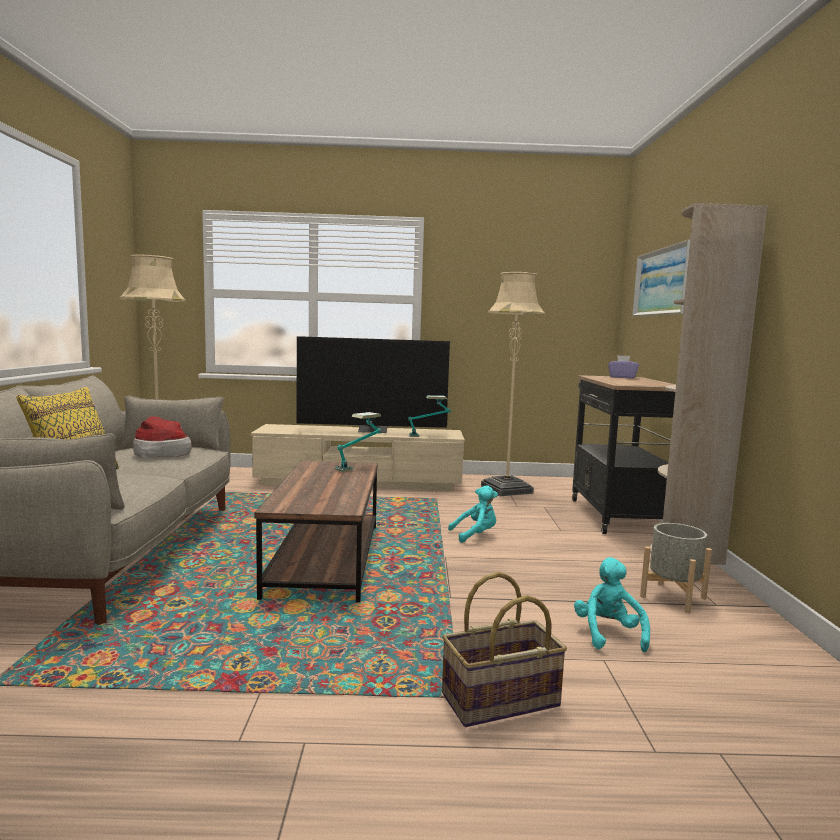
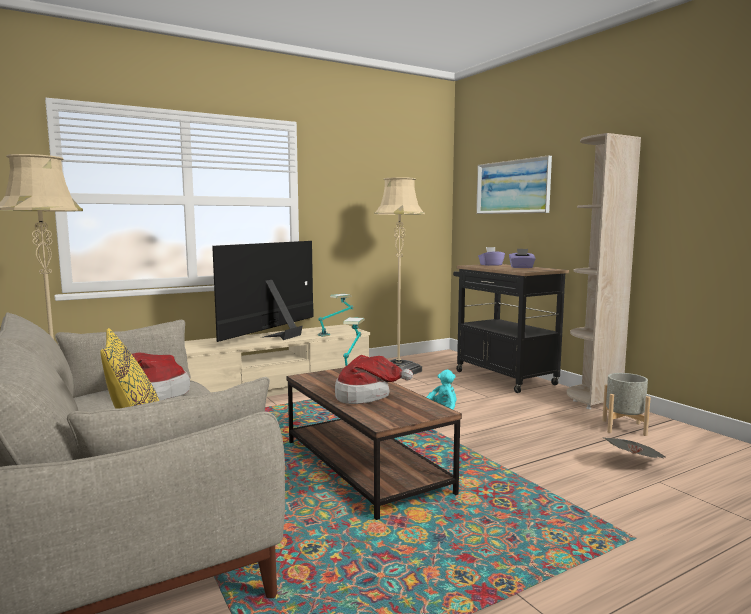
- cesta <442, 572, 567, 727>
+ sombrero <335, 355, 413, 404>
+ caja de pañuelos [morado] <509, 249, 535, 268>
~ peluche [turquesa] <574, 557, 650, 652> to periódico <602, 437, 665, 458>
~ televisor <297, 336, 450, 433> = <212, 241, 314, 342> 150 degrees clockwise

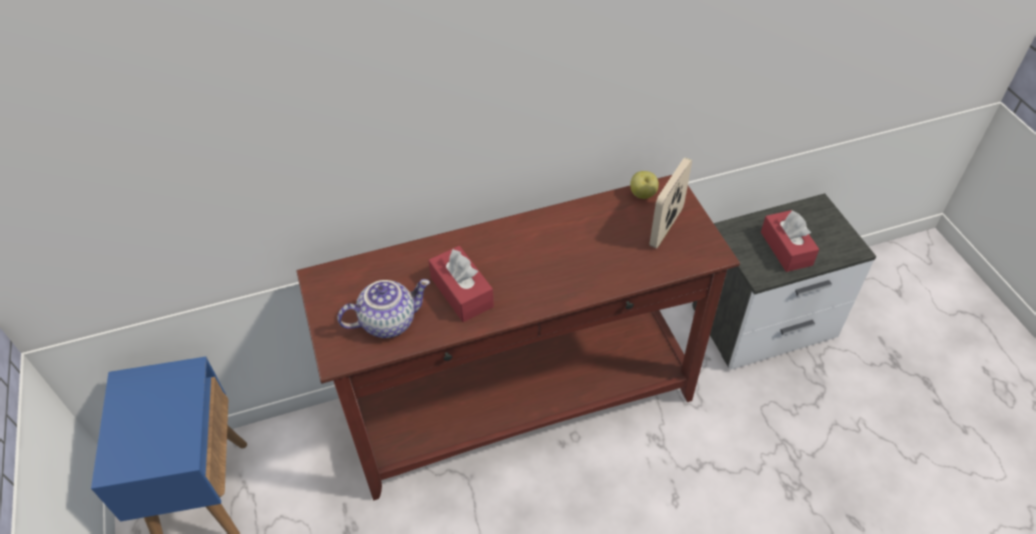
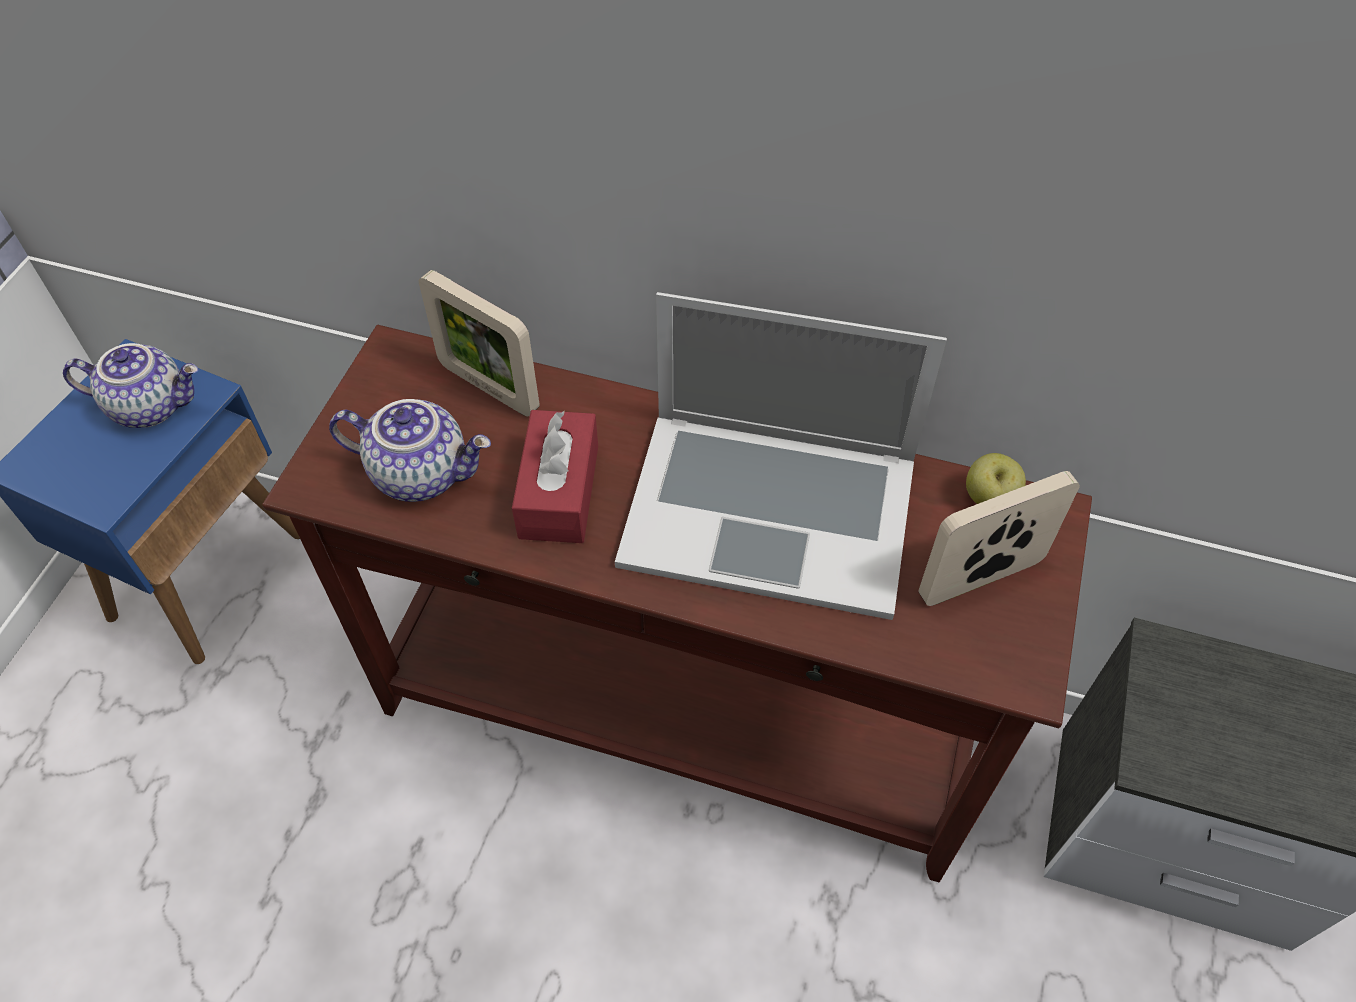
- caja de pañuelos [rojo] <761, 210, 819, 272>
+ tetera <63, 343, 199, 428>
+ portarretratos <419, 270, 540, 417>
+ portátil <615, 292, 947, 620>

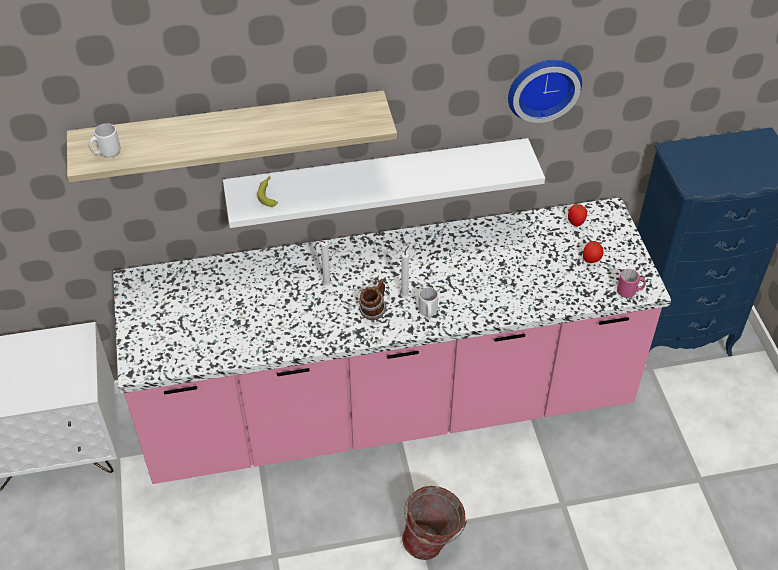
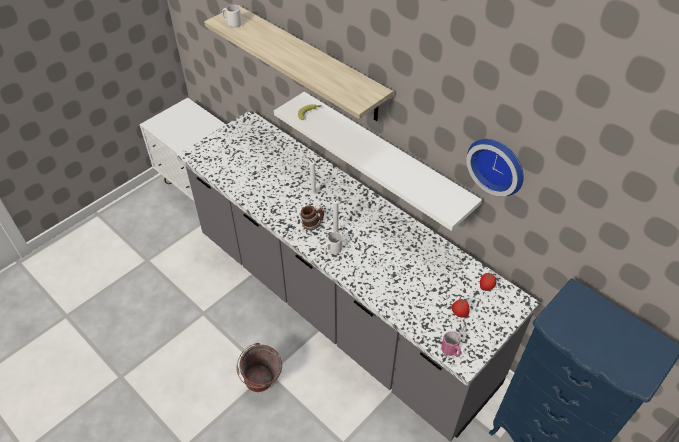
~ mueble bajo de cocina [rosa] <113, 197, 671, 484> to mueble bajo de cocina [gris] <176, 110, 540, 442>

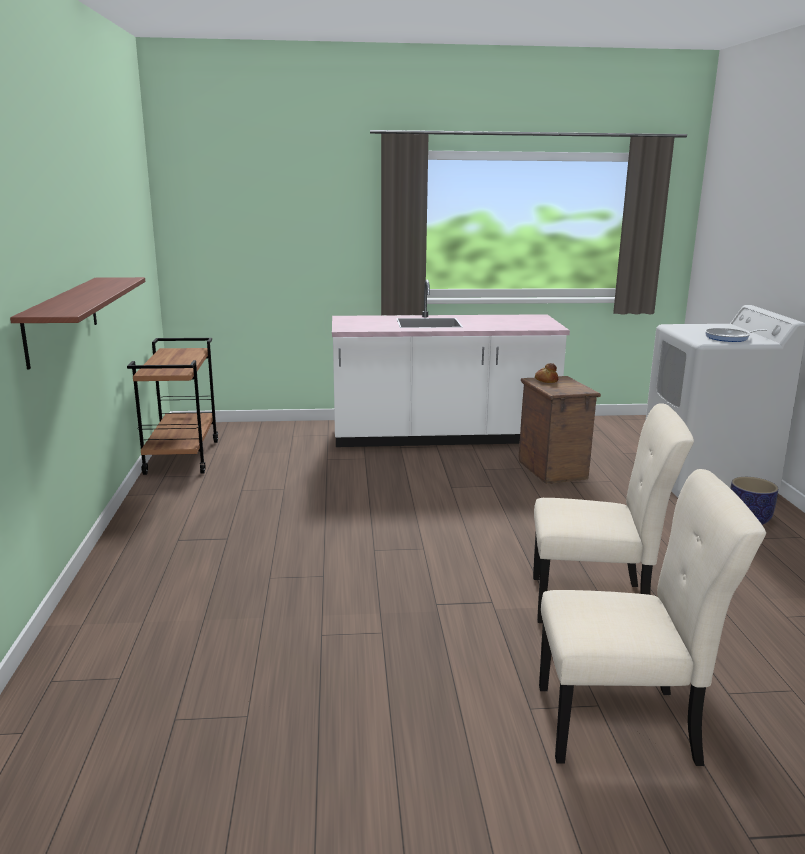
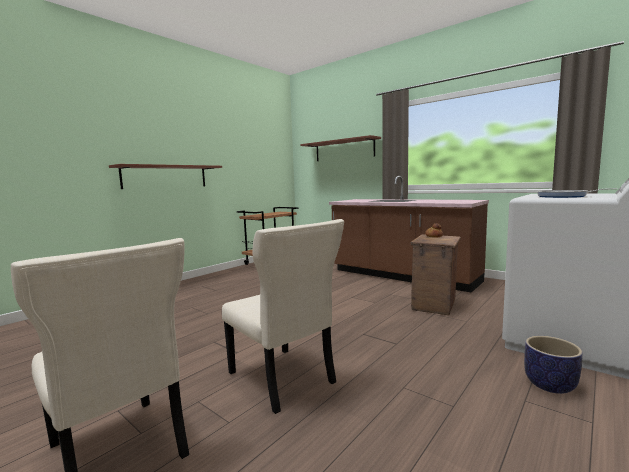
+ estante <300, 135, 381, 161>
~ mueble bajo de cocina [blanco] <332, 280, 570, 447> to mueble bajo de cocina [marrón] <329, 176, 489, 292>

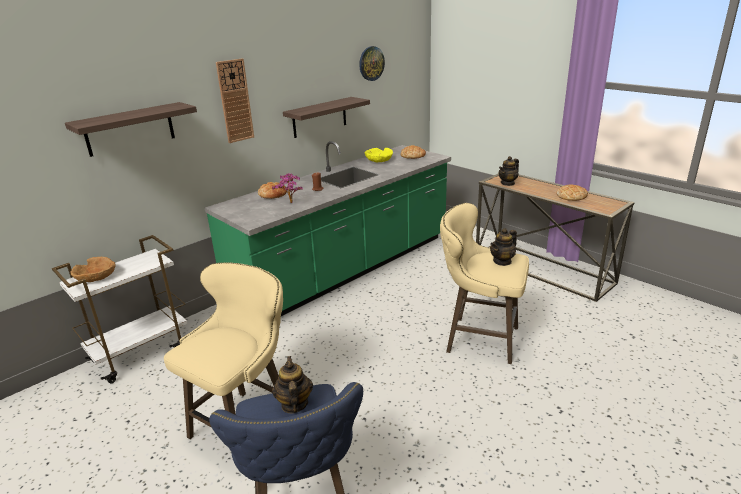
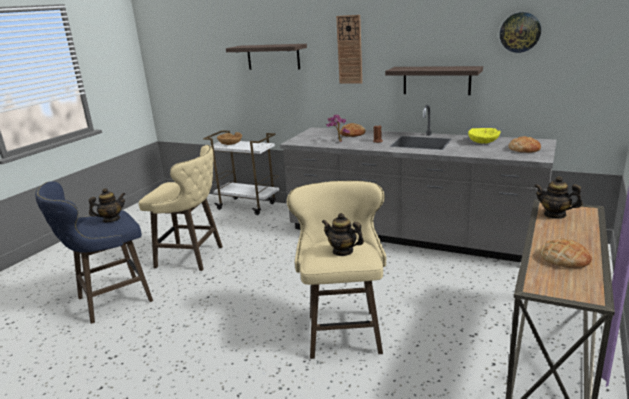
~ mueble bajo de cocina [verde] <205, 141, 451, 316> to mueble bajo de cocina [gris] <280, 105, 556, 262>

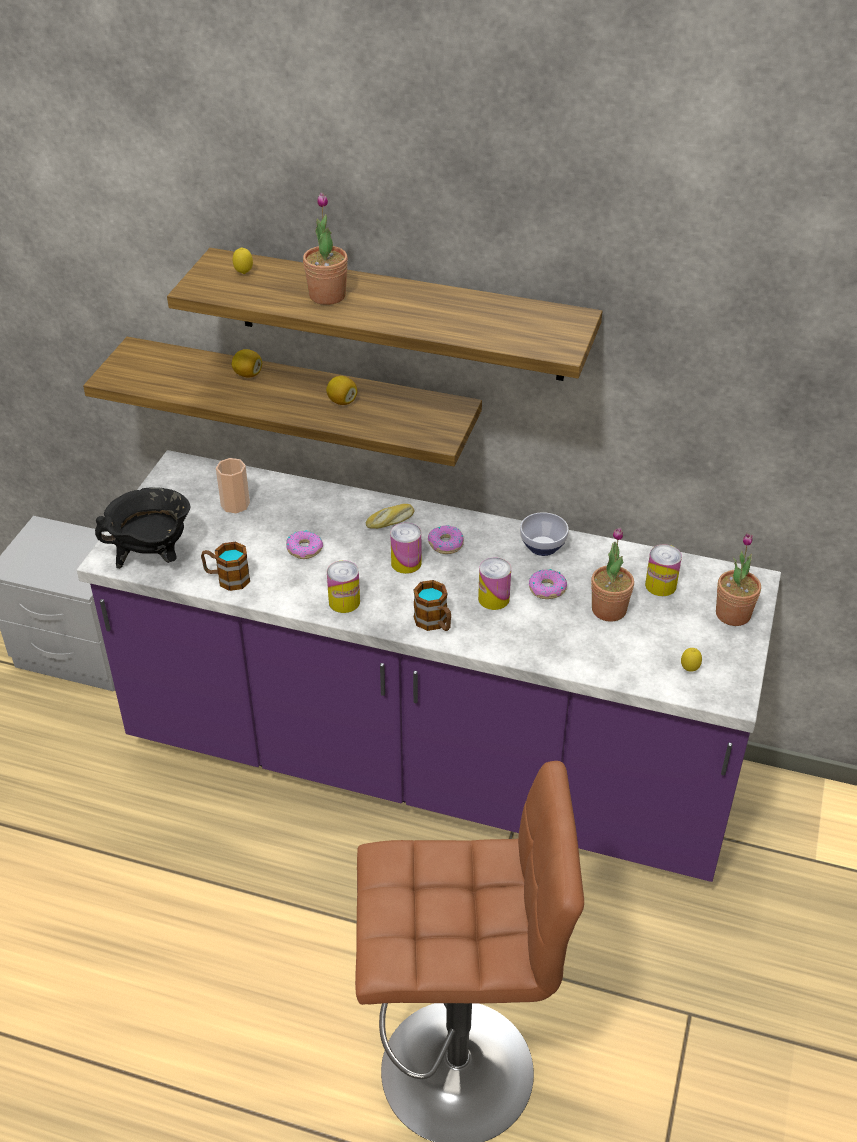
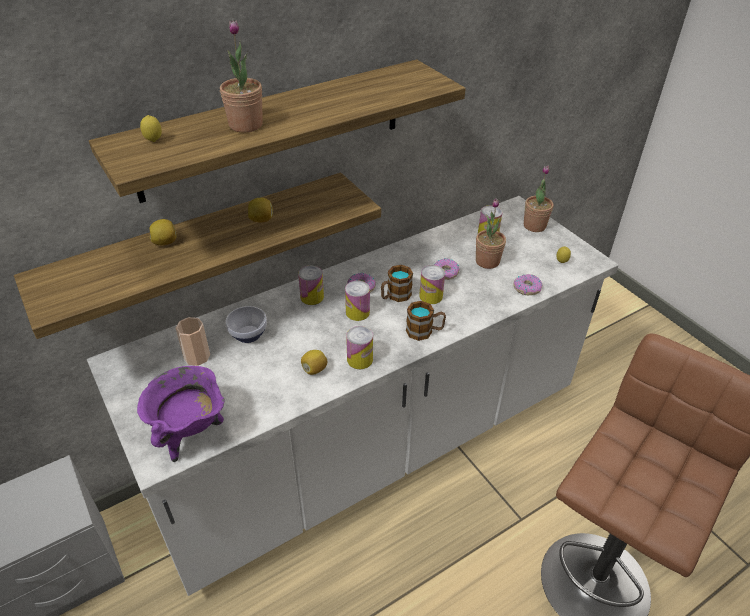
+ limón <301, 350, 328, 375>
~ taza grande <201, 542, 250, 591> to <381, 265, 413, 302>
~ rosquilla <286, 530, 323, 559> to <513, 274, 543, 295>
~ cuenco <520, 512, 569, 556> to <225, 306, 267, 343>
~ pan <366, 504, 414, 529> to lata <298, 266, 324, 305>
~ mueble bajo de cocina [morado] <77, 450, 781, 882> to mueble bajo de cocina [blanco] <87, 196, 619, 596>
~ olla [negro] <95, 487, 191, 569> to olla [morado] <137, 366, 224, 462>

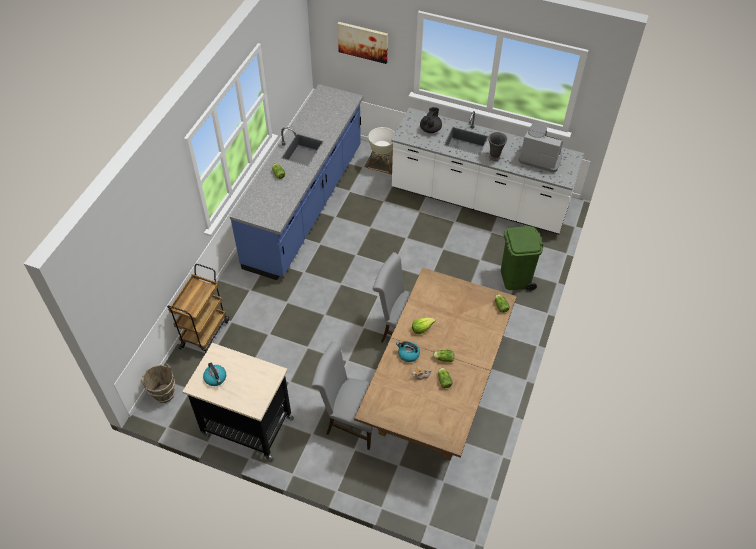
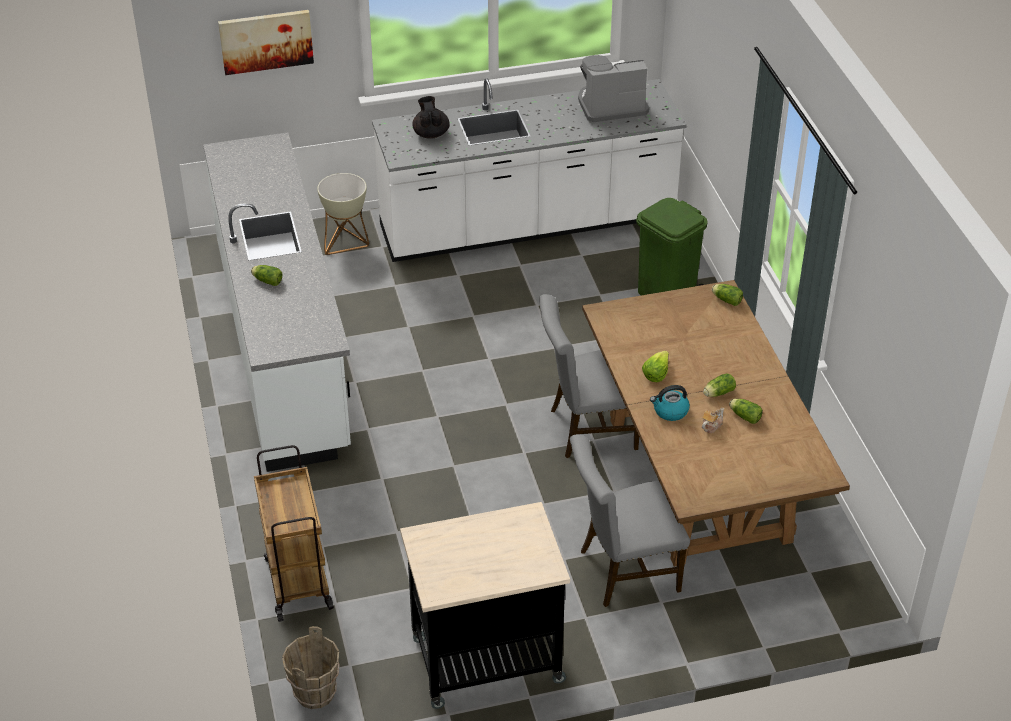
- hervidor <203, 362, 226, 386>
- florero [gris] <488, 132, 507, 161>
~ mueble bajo de cocina [azul] <230, 84, 363, 280> to mueble bajo de cocina [blanco] <203, 132, 351, 472>

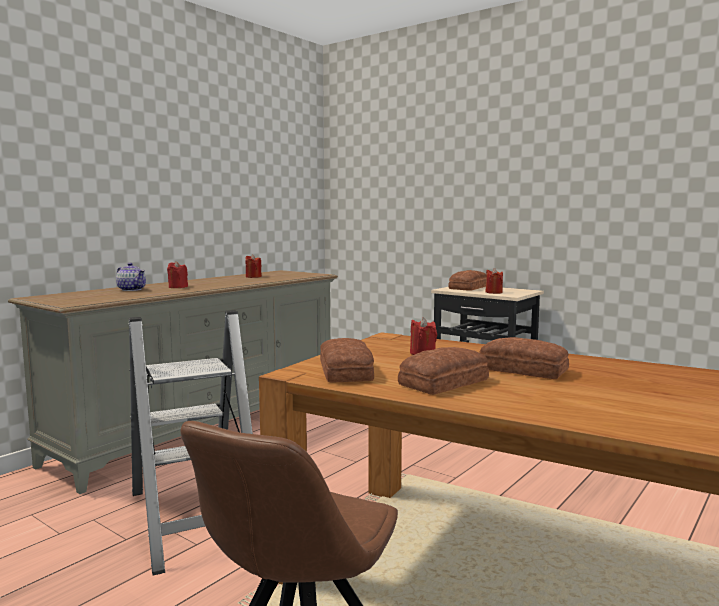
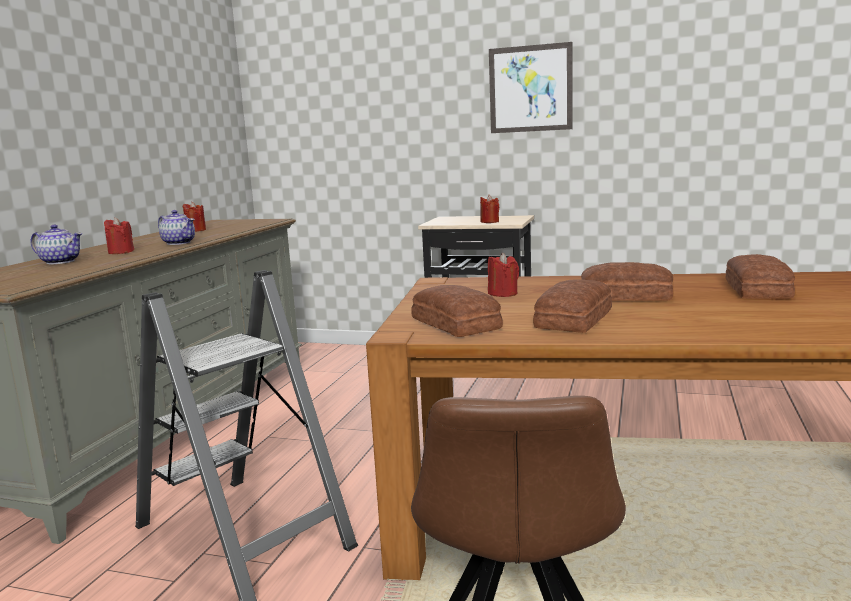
+ tetera <158, 210, 195, 245>
+ cuadro <489, 42, 573, 133>
~ pan <448, 270, 487, 291> to <726, 254, 795, 299>

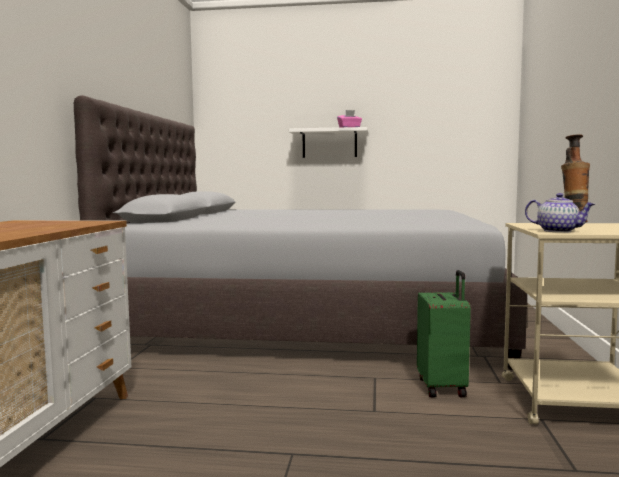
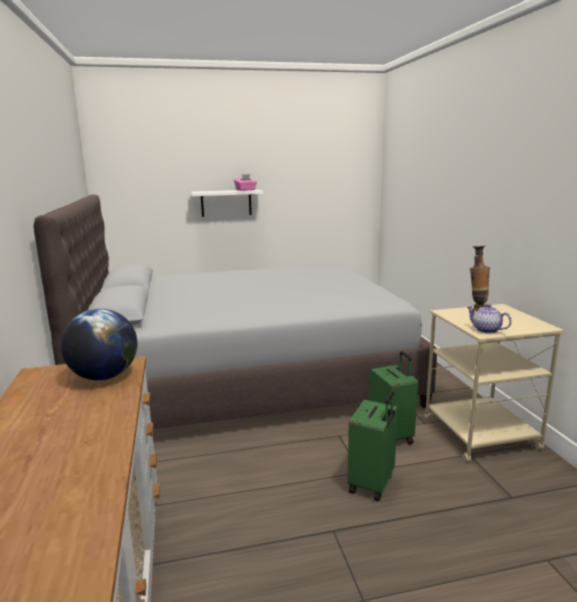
+ globo terráqueo <61, 309, 137, 380>
+ maleta [verde] <348, 391, 398, 501>
~ tetera <525, 193, 595, 233> = <467, 304, 512, 333> 150 degrees counterclockwise

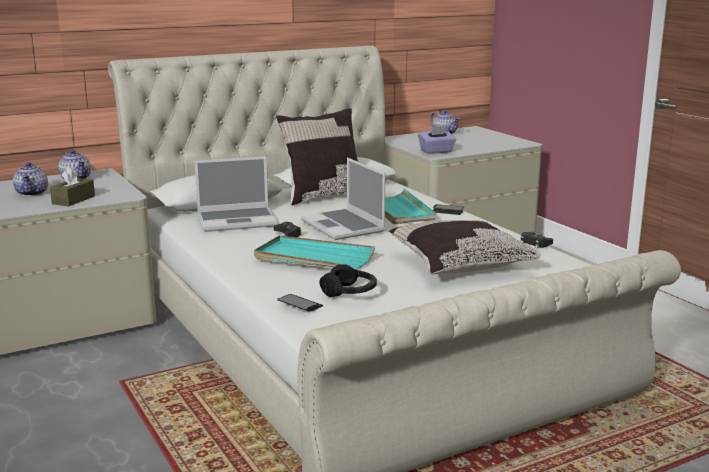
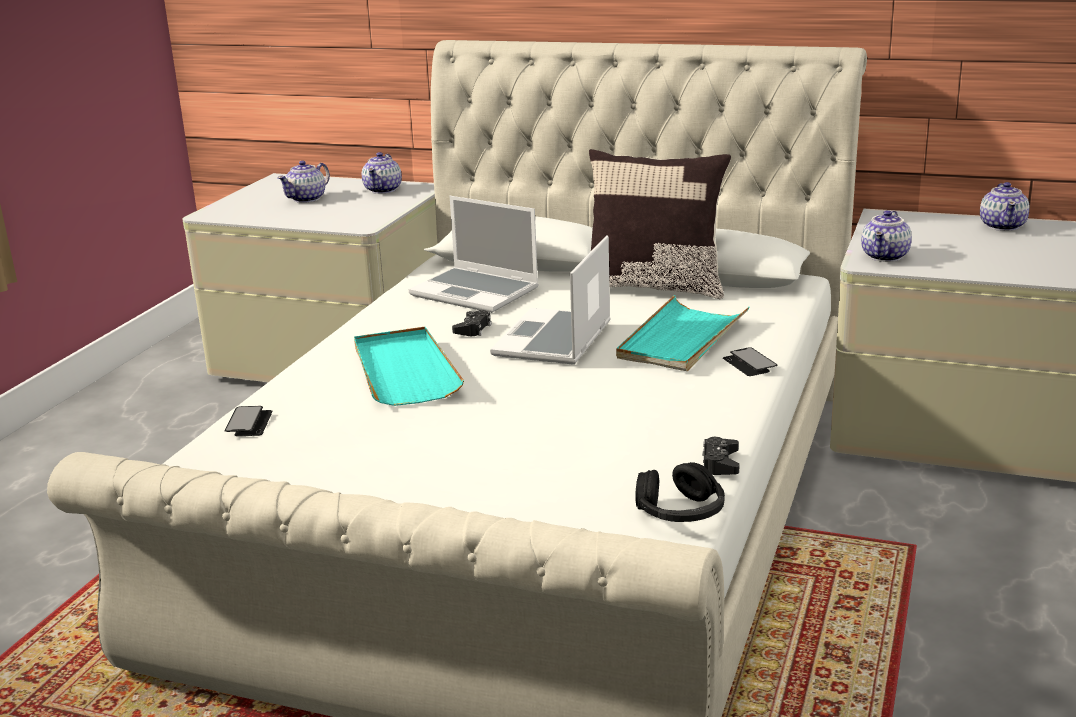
- caja de pañuelos [marrón] <50, 166, 95, 206>
- cojín <389, 220, 541, 275>
~ auriculares [negro] <319, 264, 377, 297> to <635, 462, 725, 522>
~ caja de pañuelos [morado] <418, 126, 456, 154> to tetera <861, 210, 912, 262>

